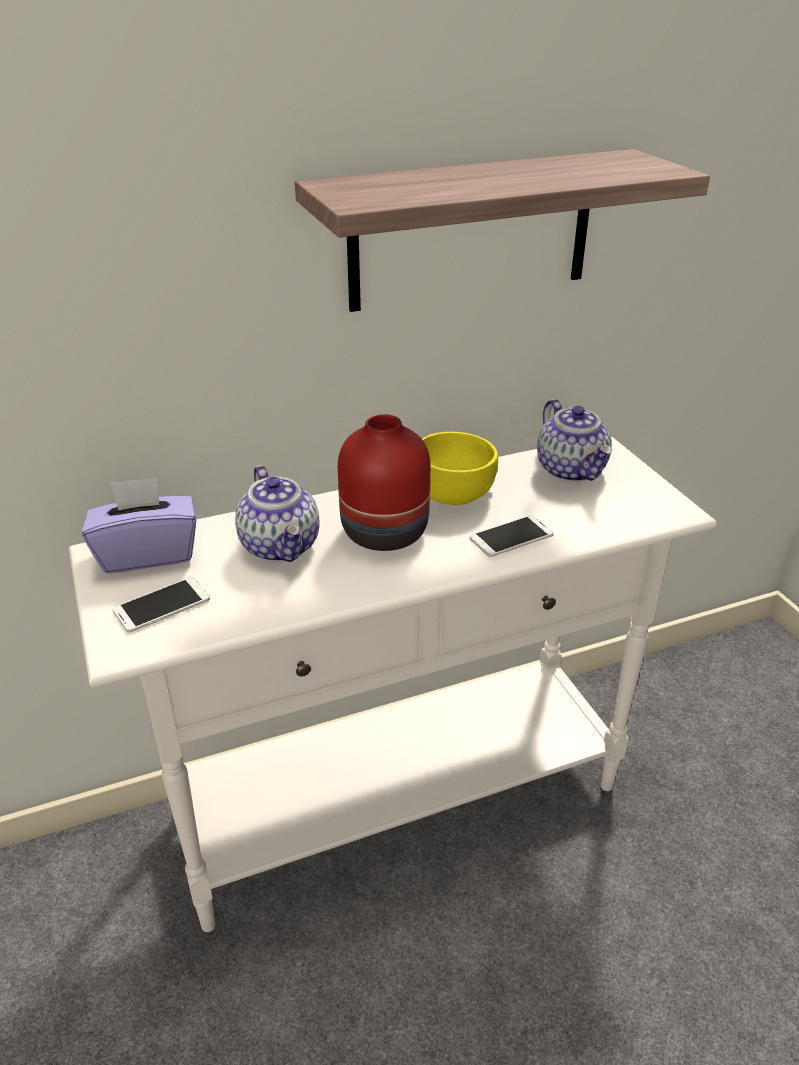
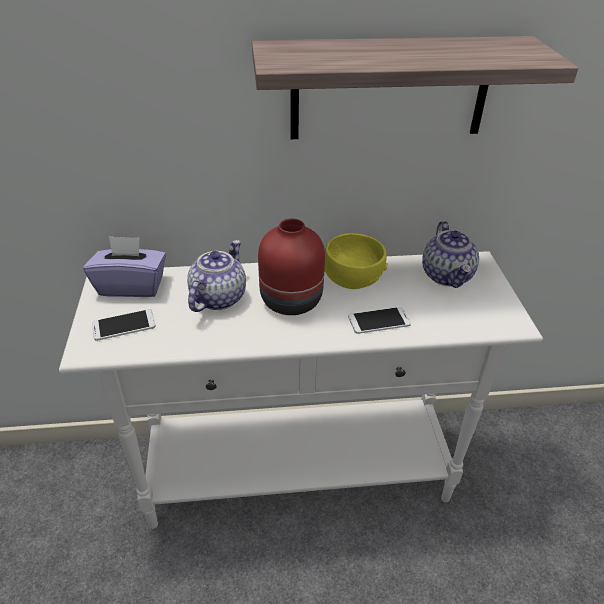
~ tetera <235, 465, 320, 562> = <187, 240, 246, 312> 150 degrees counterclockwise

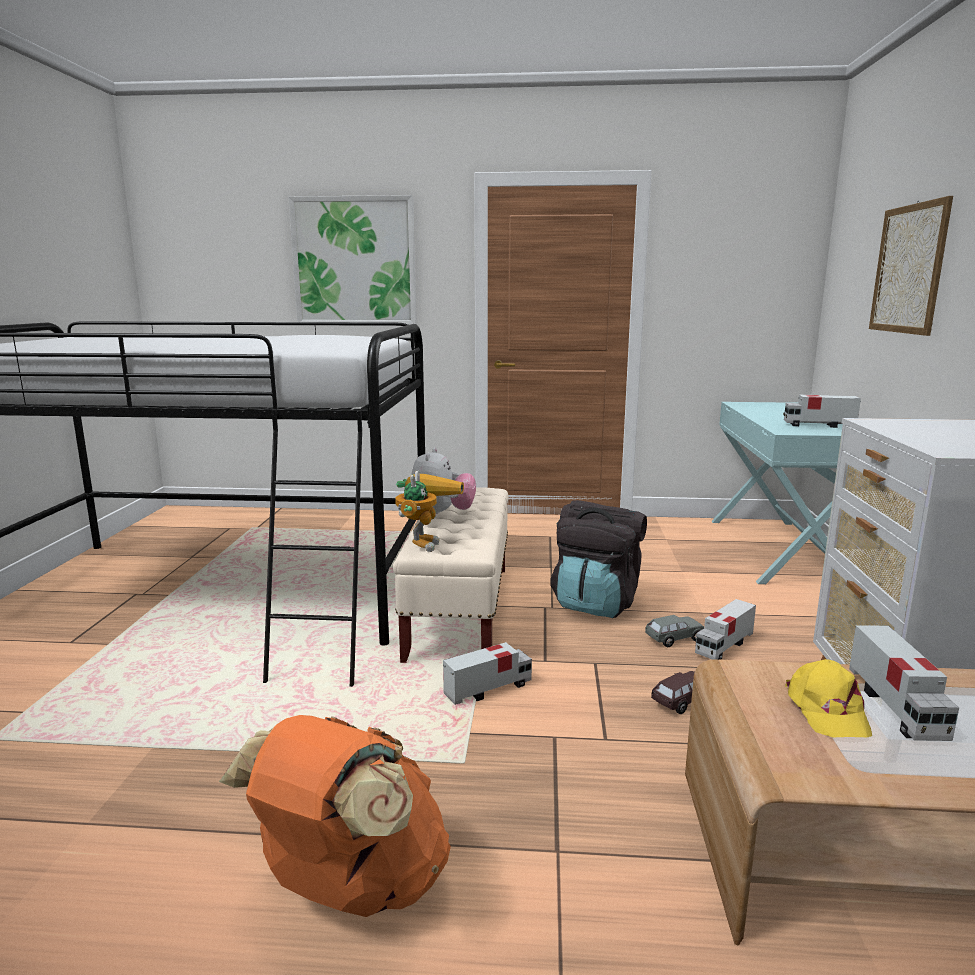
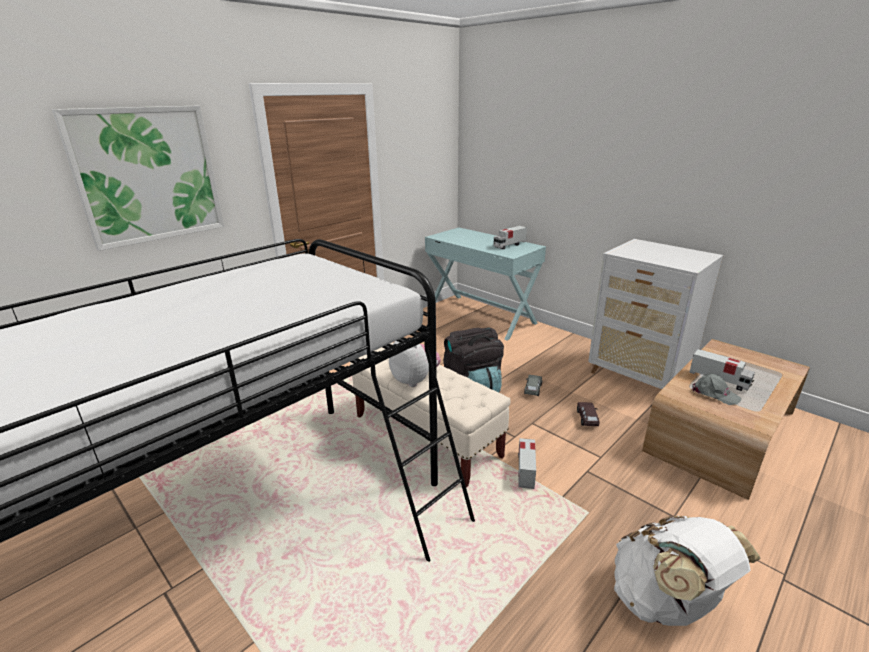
- robot de juguete <395, 470, 464, 552>
- camión de juguete <695, 599, 756, 660>
- cuadro <869, 196, 953, 336>
~ mochila [naranja] <219, 715, 451, 917> to mochila [blanco] <614, 516, 761, 626>
~ gorra [amarillo] <785, 659, 872, 737> to gorra [gris] <692, 373, 741, 405>

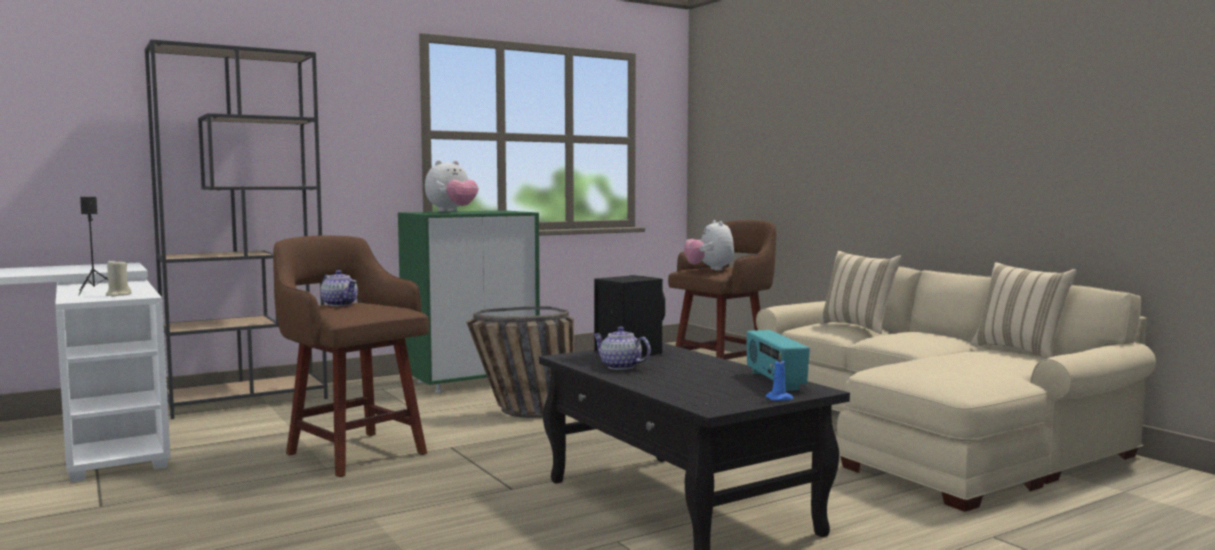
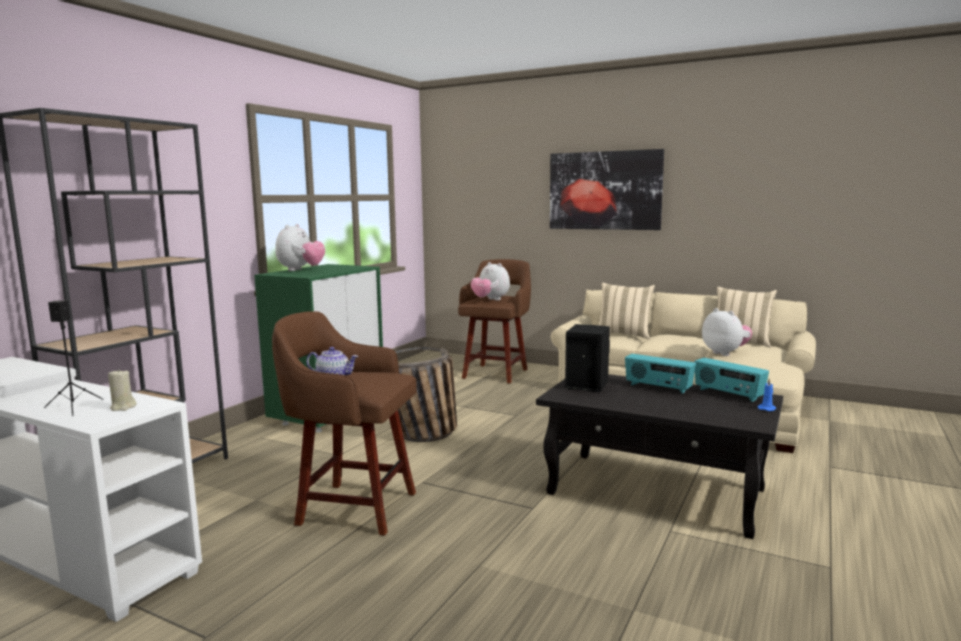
- tetera <593, 327, 651, 370>
+ cuadro <550, 149, 664, 230>
+ radio <625, 354, 696, 394>
+ peluche <702, 308, 752, 356>

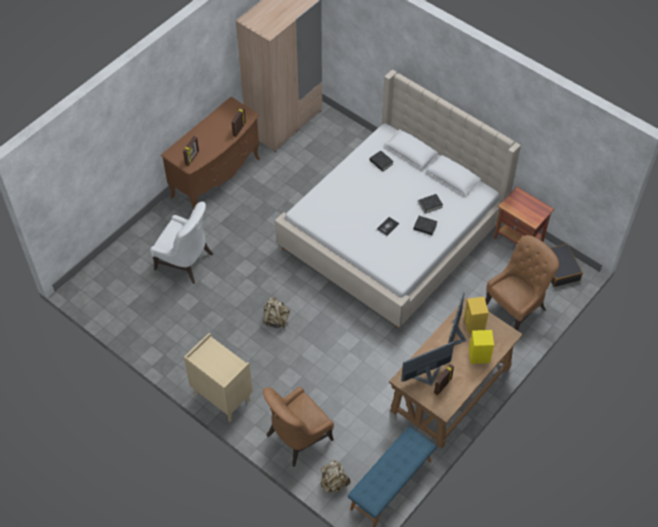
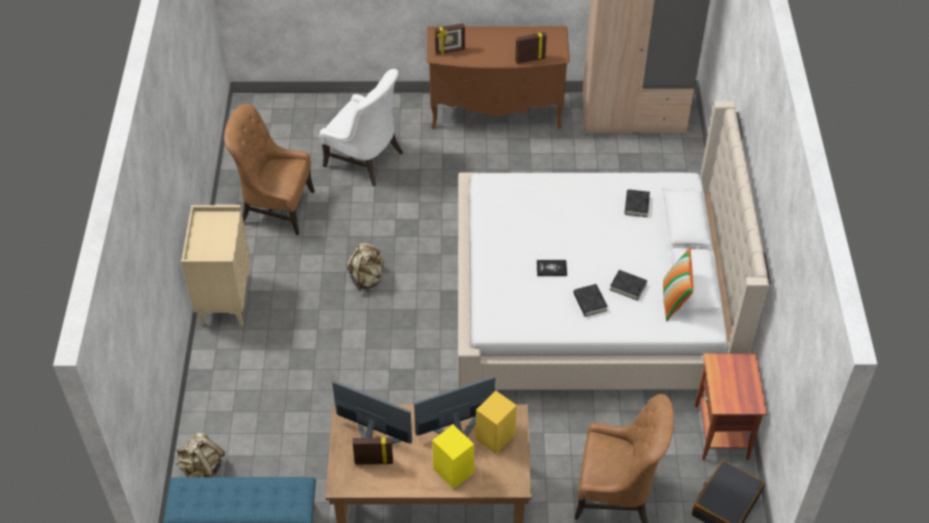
+ cojín <663, 247, 693, 321>
~ silla [marrón] <263, 387, 334, 467> to <224, 104, 315, 235>
~ silla [blanco] <150, 202, 213, 284> = <319, 69, 403, 187> 45 degrees counterclockwise

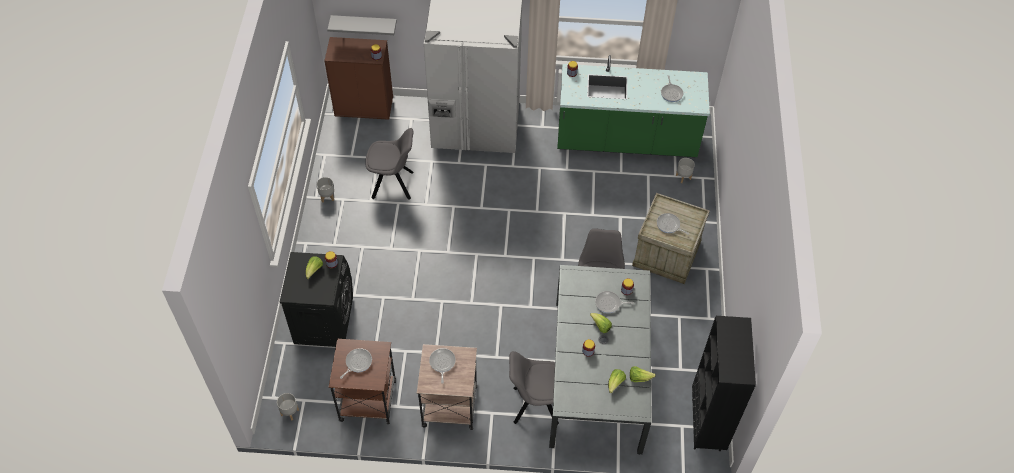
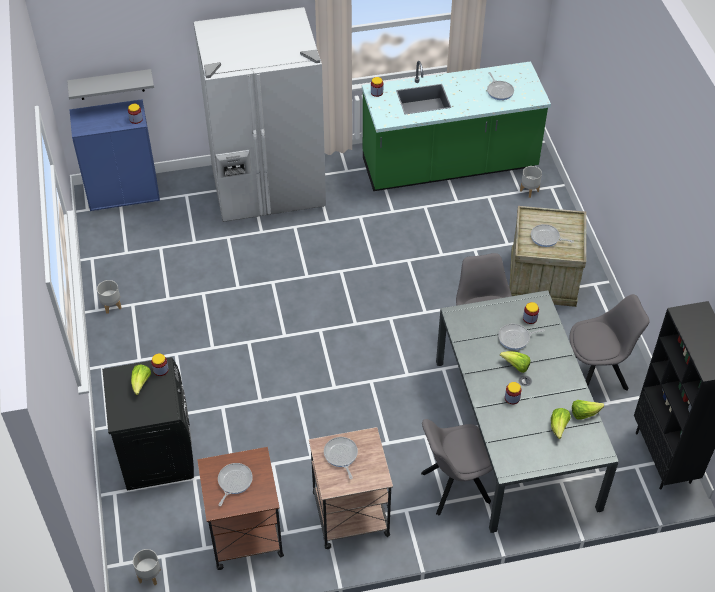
~ silla [gris] <365, 128, 414, 199> to <569, 294, 650, 391>
~ armario [marrón] <324, 37, 393, 120> to armario [azul] <70, 99, 160, 211>

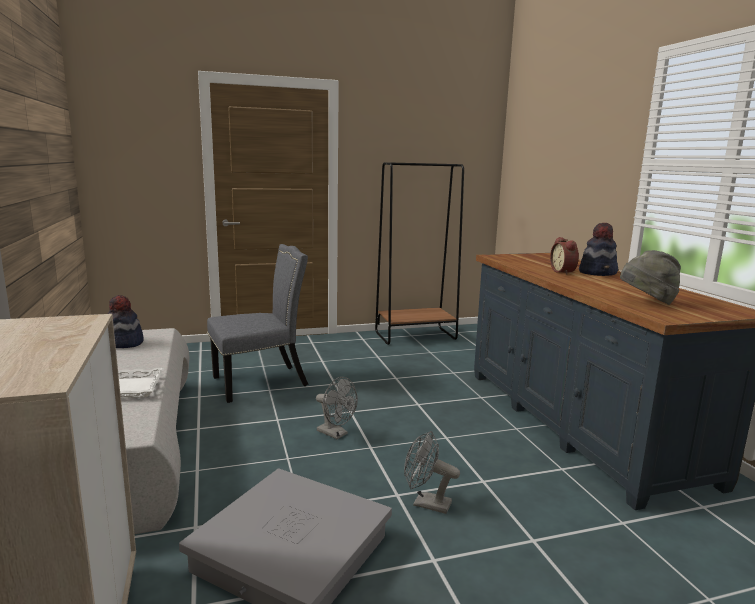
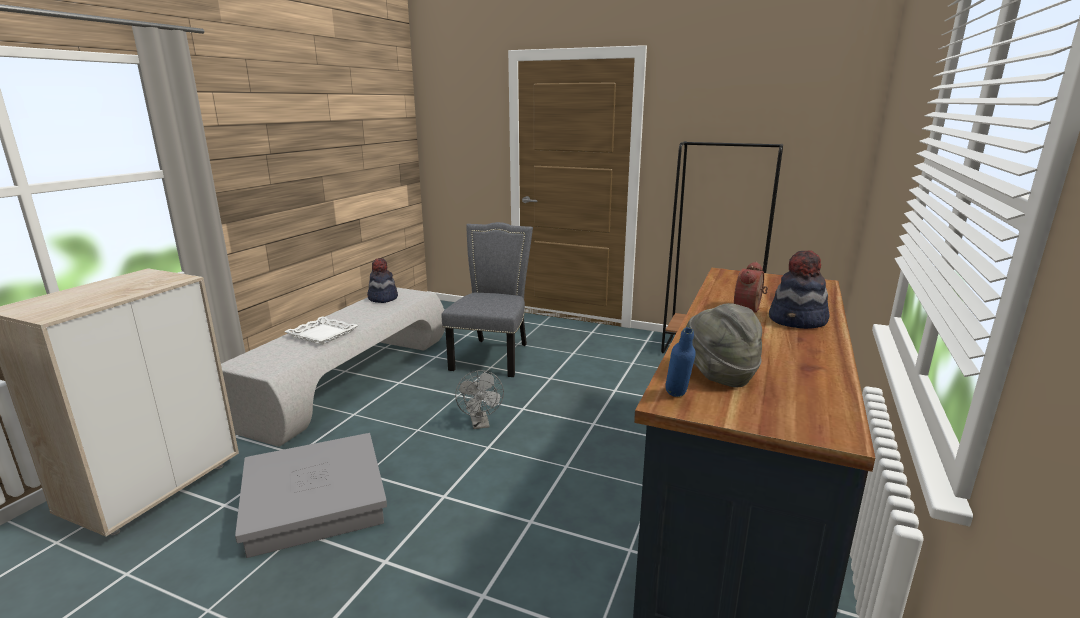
- ventilador [gris] <404, 431, 460, 514>
+ botella [azul] <665, 327, 696, 397>
~ silla [gris] <207, 244, 309, 403> = <442, 222, 533, 377> 90 degrees counterclockwise

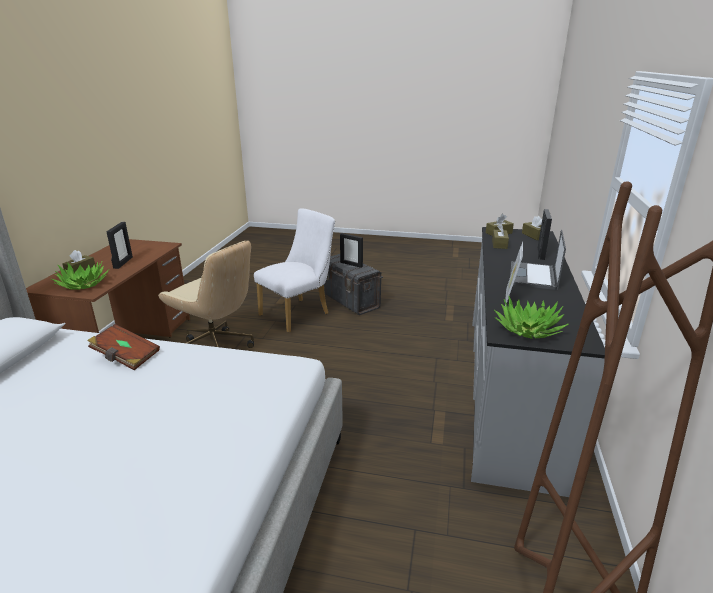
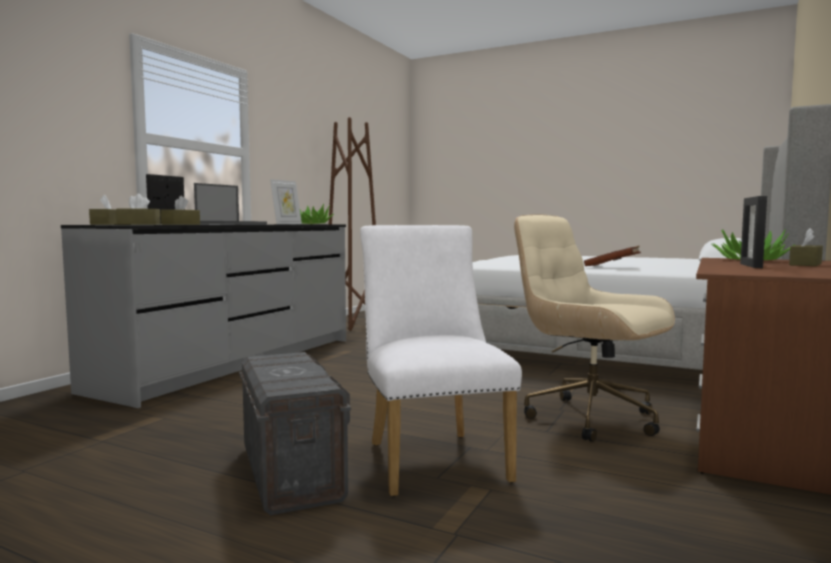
- portarretratos <340, 233, 363, 268>
~ silla [blanco] <254, 208, 335, 333> = <360, 225, 522, 497> 105 degrees clockwise

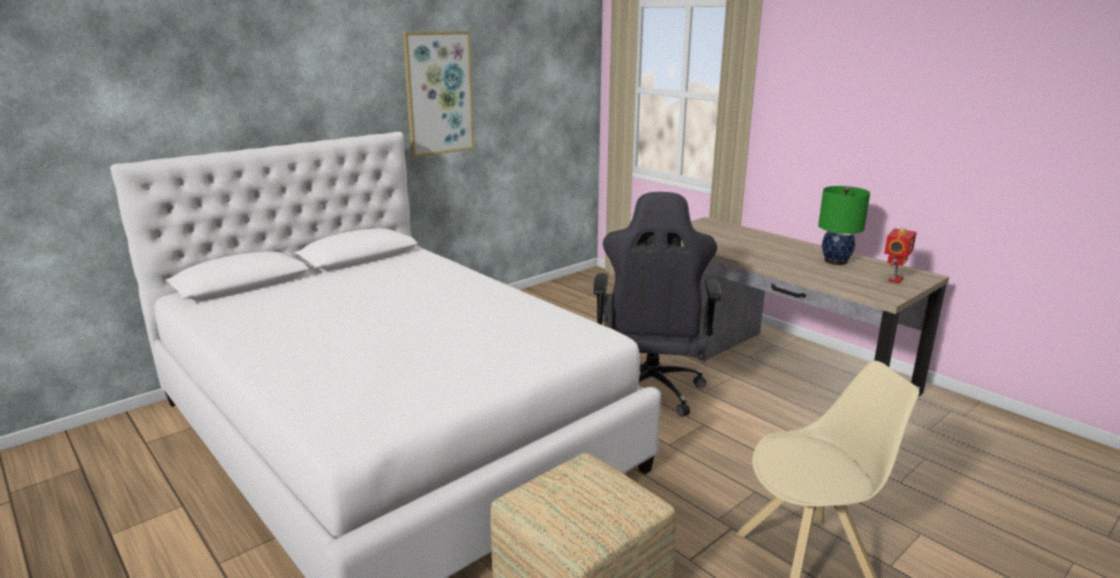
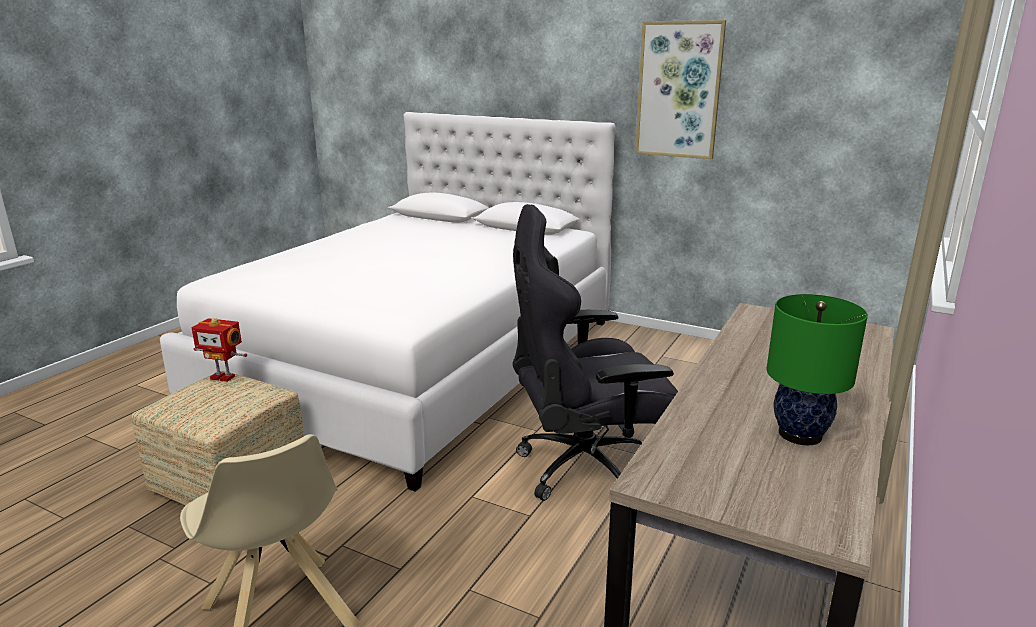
~ robot de juguete <884, 228, 917, 284> to <192, 318, 247, 382>

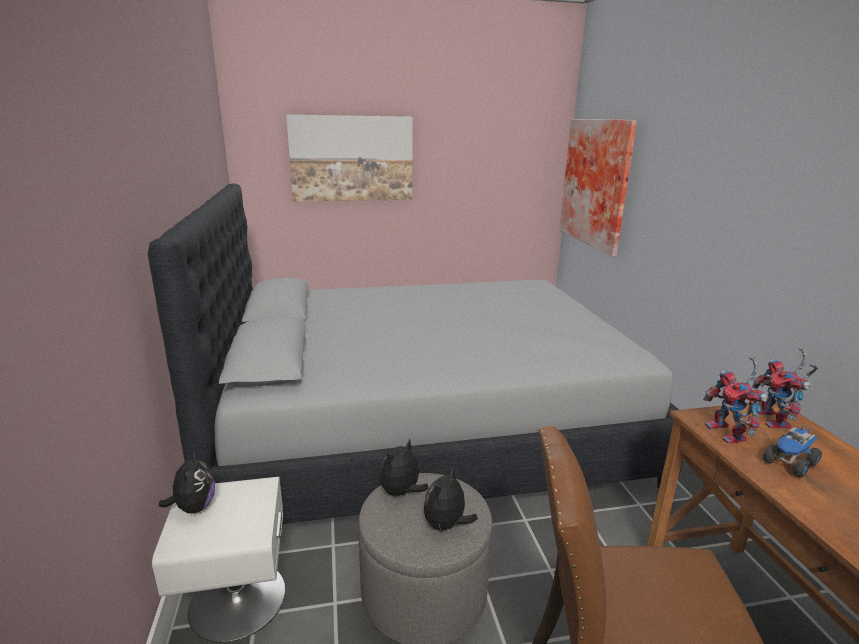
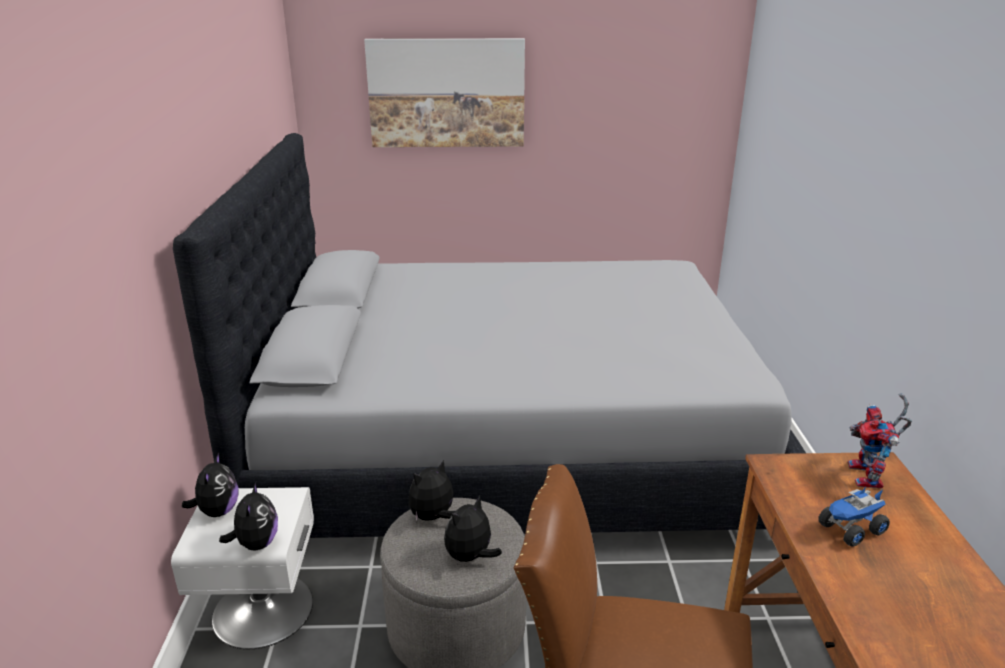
- cuadro <559, 119, 637, 256>
- robot de juguete <703, 356, 773, 444>
+ peluche <219, 482, 278, 551>

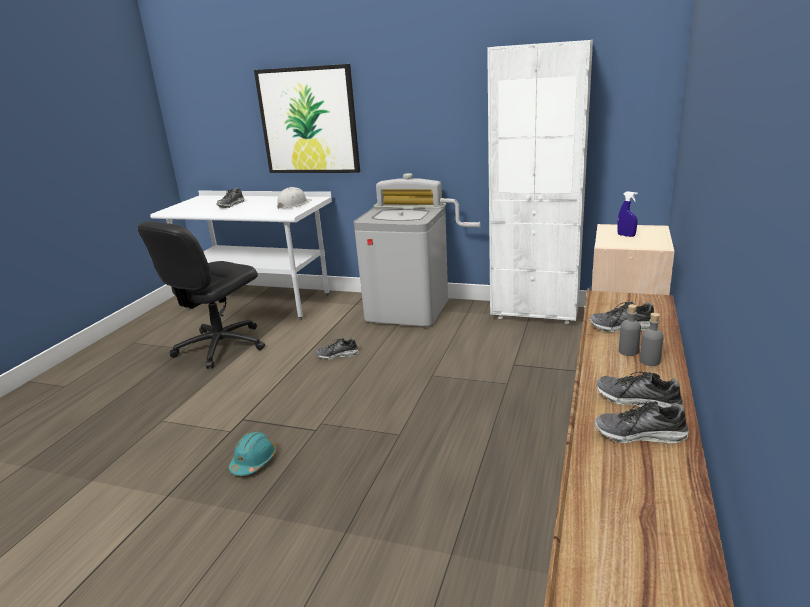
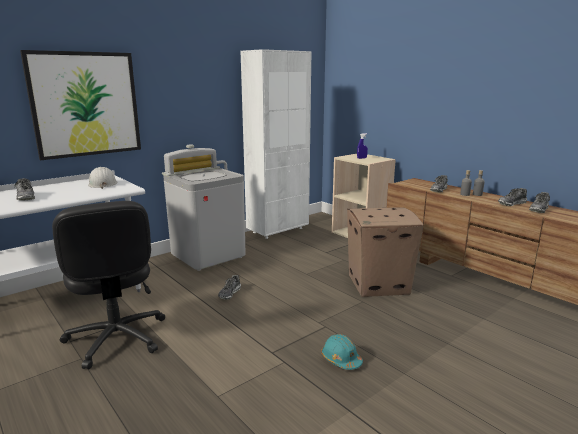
+ caja de cartón <347, 207, 424, 297>

